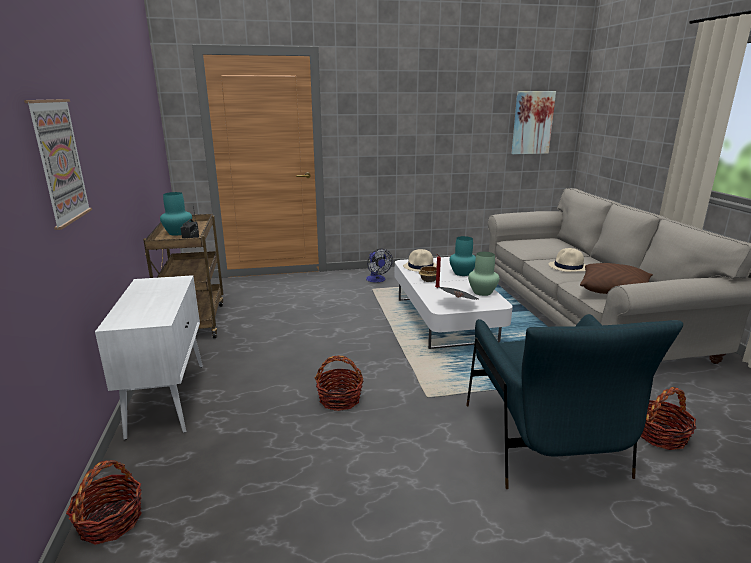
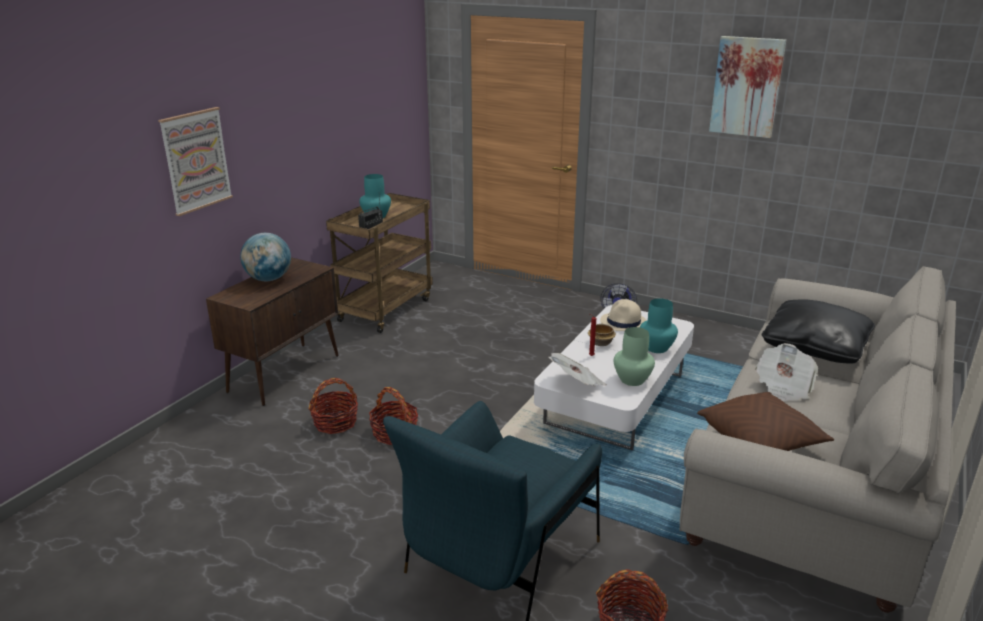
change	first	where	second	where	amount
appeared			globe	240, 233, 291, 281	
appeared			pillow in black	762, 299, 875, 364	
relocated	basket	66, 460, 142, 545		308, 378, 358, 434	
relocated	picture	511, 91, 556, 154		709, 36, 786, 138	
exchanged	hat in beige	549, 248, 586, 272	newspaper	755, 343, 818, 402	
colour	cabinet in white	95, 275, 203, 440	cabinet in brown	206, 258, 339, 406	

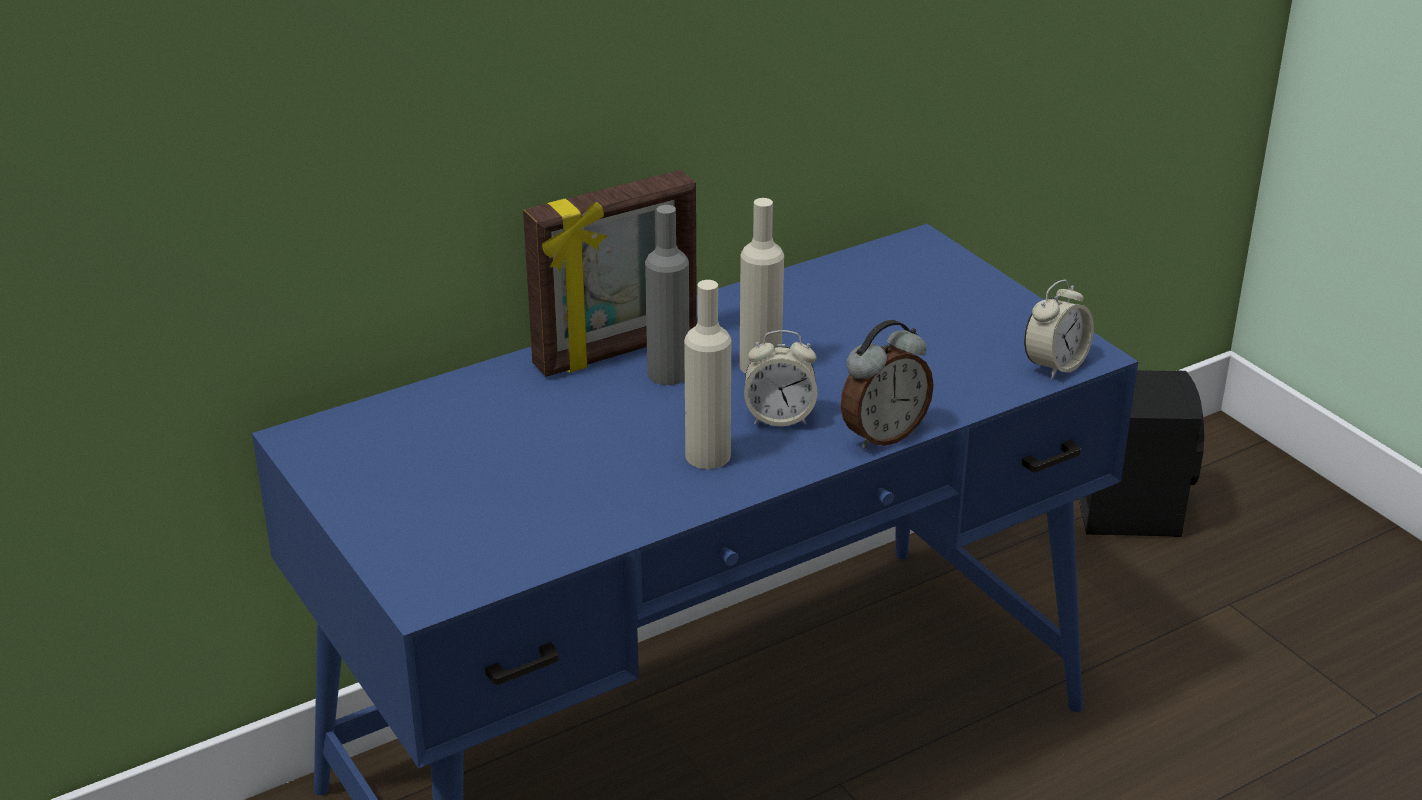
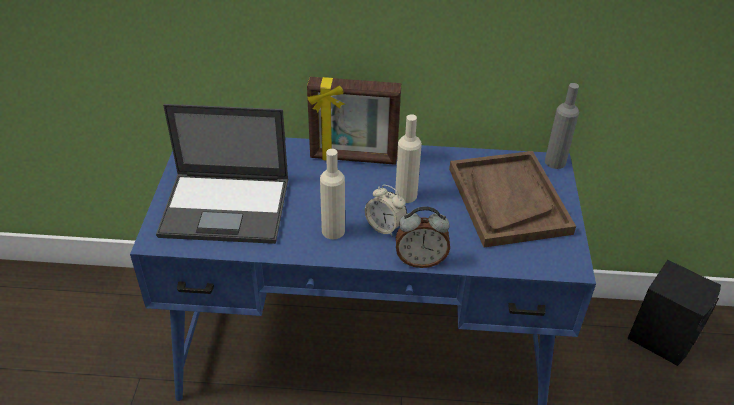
change	first	where	second	where	amount
missing	alarm clock	1024, 280, 1094, 379			
appeared			laptop	156, 104, 288, 244	
appeared			tray in brown	449, 151, 576, 247	
relocated	bottle in grey	645, 205, 689, 385		545, 83, 579, 169	

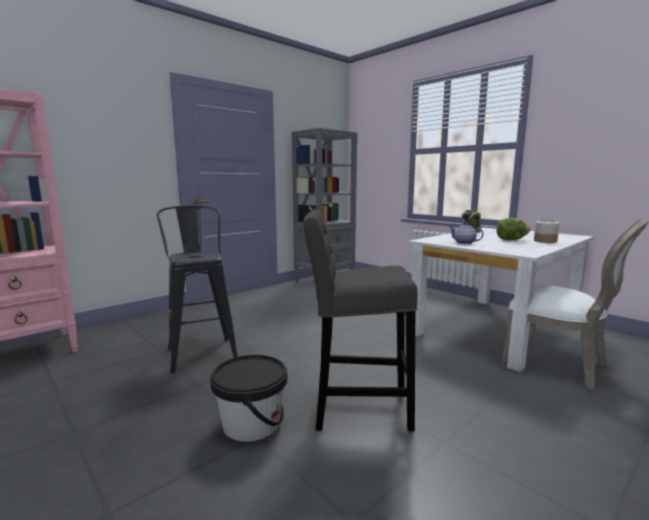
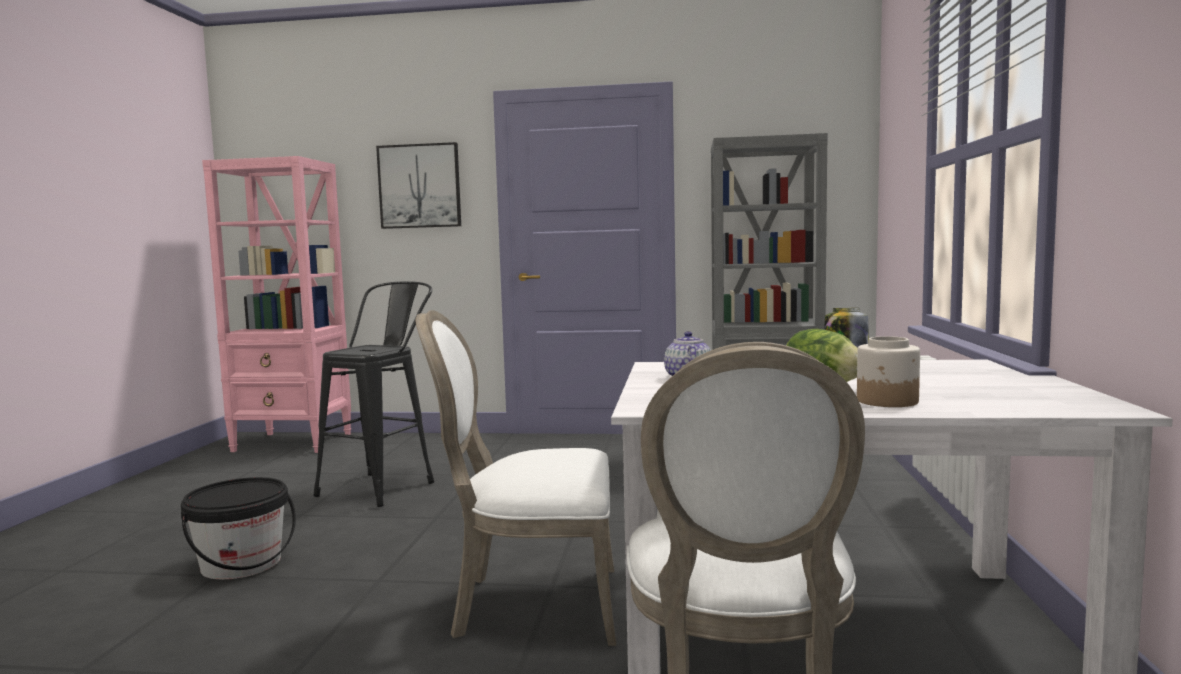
change	first	where	second	where	amount
missing	stool in grey	303, 210, 417, 431			
appeared			picture	376, 142, 461, 229	
appeared			chair in white	415, 310, 616, 646	

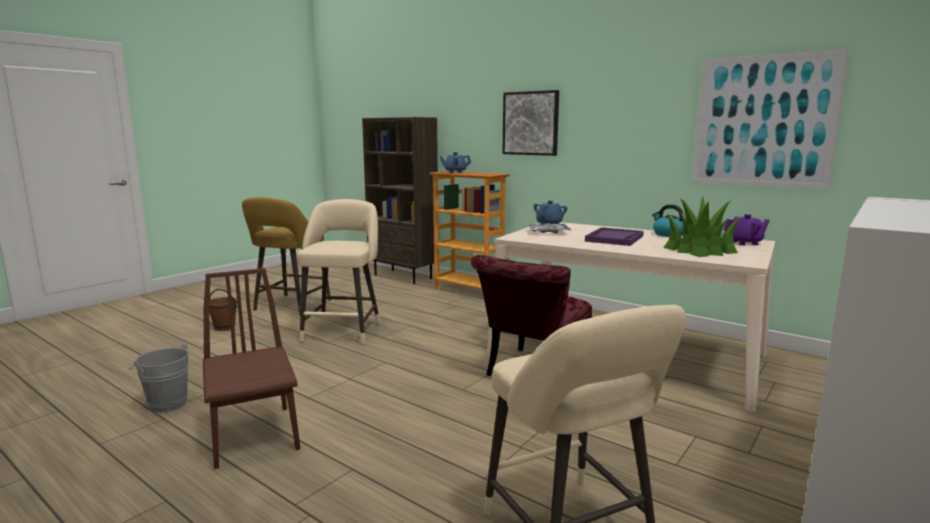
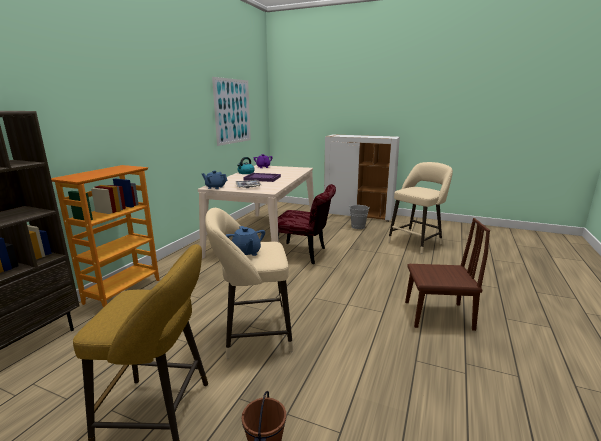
change	first	where	second	where	amount
missing	picture	502, 90, 559, 156			
missing	potted plant	663, 196, 742, 257			
relocated	bucket in grey	130, 343, 189, 413		349, 205, 370, 229	
relocated	teapot in blue	439, 152, 471, 173		226, 226, 265, 256	
spun	chair in brown	203, 268, 300, 469		405, 218, 490, 331	135 degrees counterclockwise

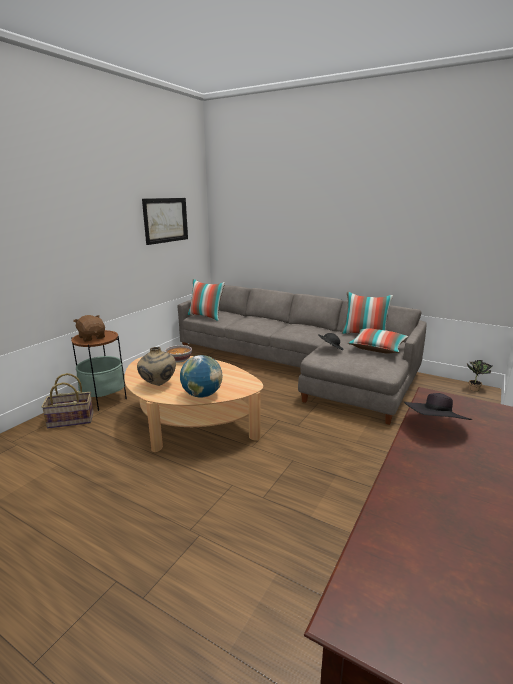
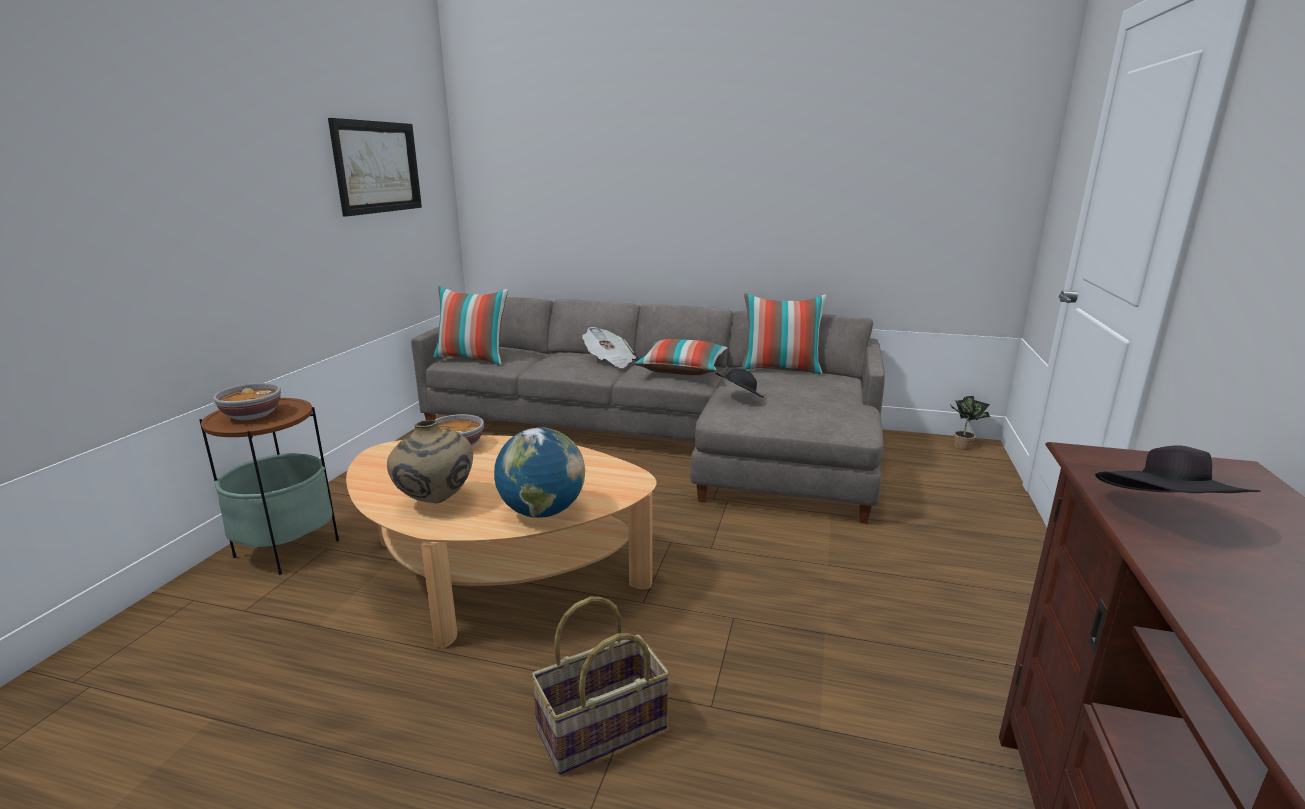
change	first	where	second	where	amount
appeared			newspaper	582, 327, 636, 368	
relocated	basket	41, 373, 94, 429		530, 597, 670, 775	
relocated	pillow	348, 329, 408, 353		634, 339, 728, 375	
exchanged	plush toy in brown	73, 315, 105, 342	bowl	213, 383, 281, 420	

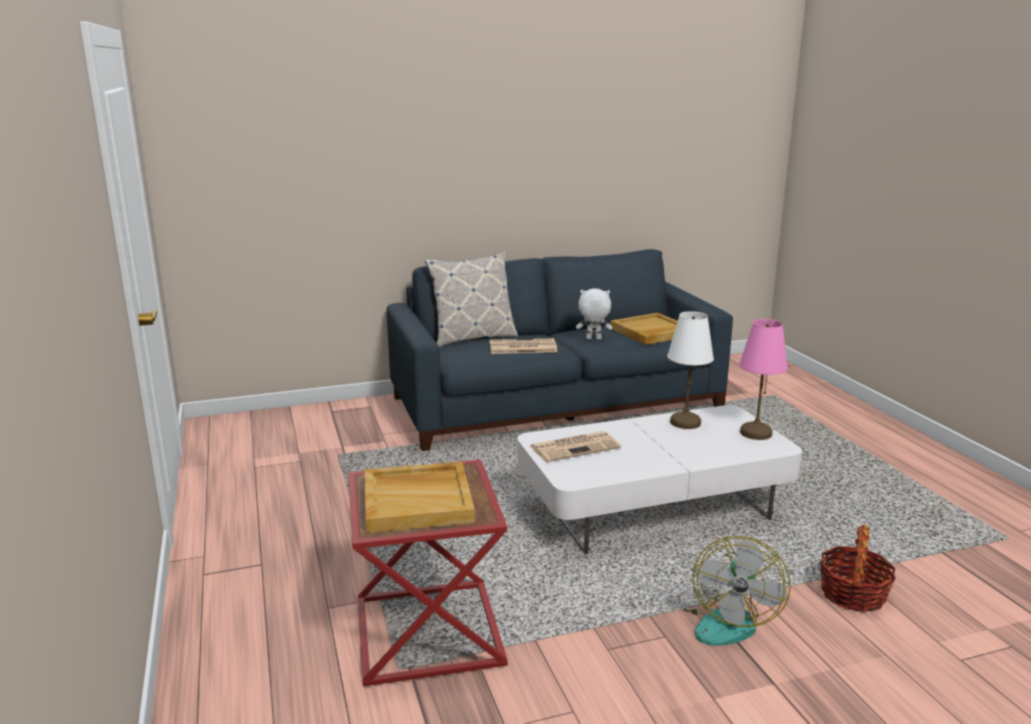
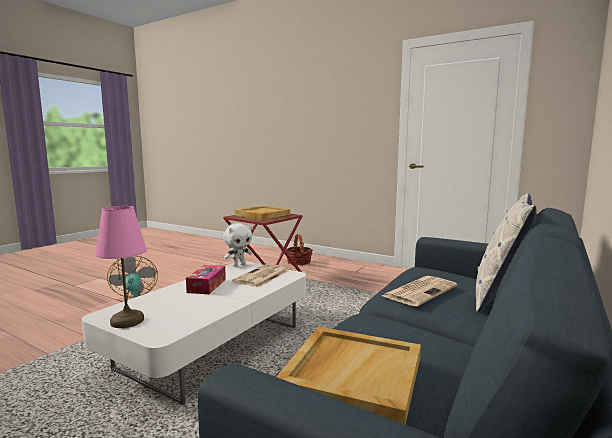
change	first	where	second	where	amount
missing	table lamp in white	667, 311, 714, 429			
appeared			tissue box	186, 265, 226, 294	
relocated	plush toy in white	576, 289, 612, 340		223, 223, 252, 266	
relocated	basket	820, 525, 896, 612		286, 234, 313, 265	

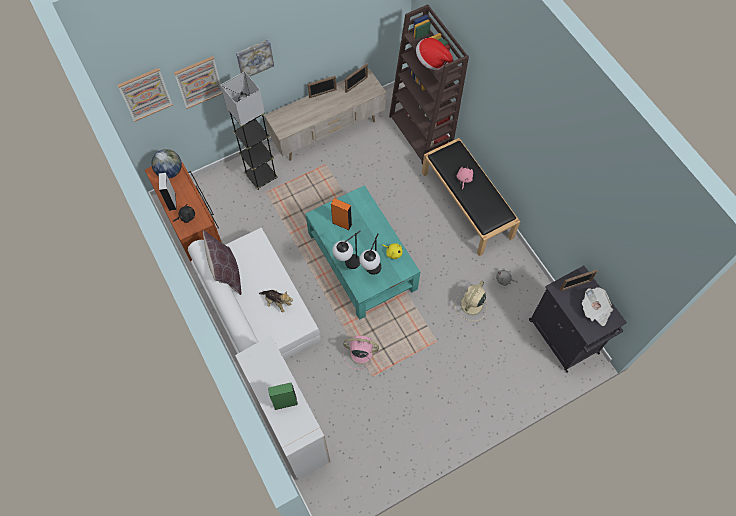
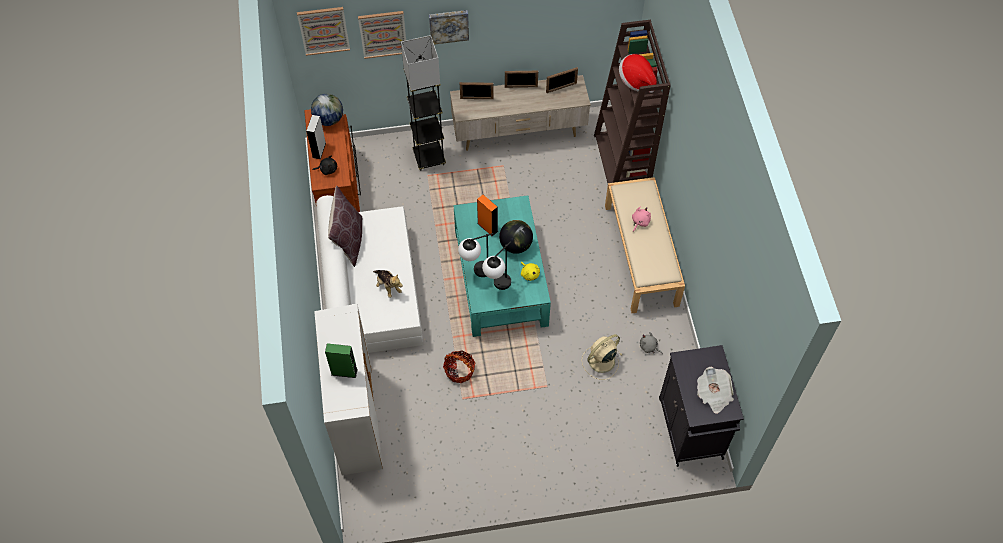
change	first	where	second	where	amount
appeared			globe	499, 220, 533, 254	
relocated	picture frame	560, 270, 598, 291		460, 82, 494, 99	
exchanged	fan in pink	344, 335, 379, 369	basket	443, 350, 475, 383	
colour	bench in black	422, 138, 520, 256	bench in beige	605, 177, 685, 313	

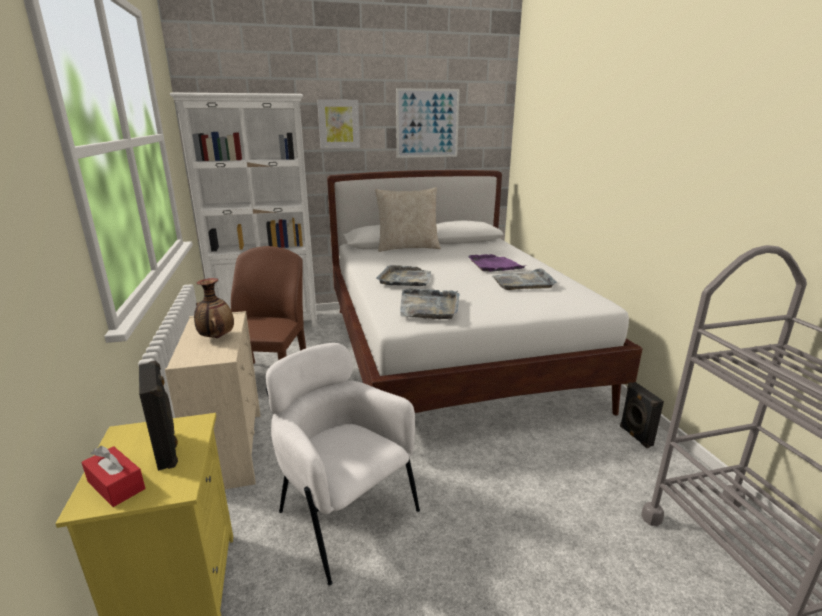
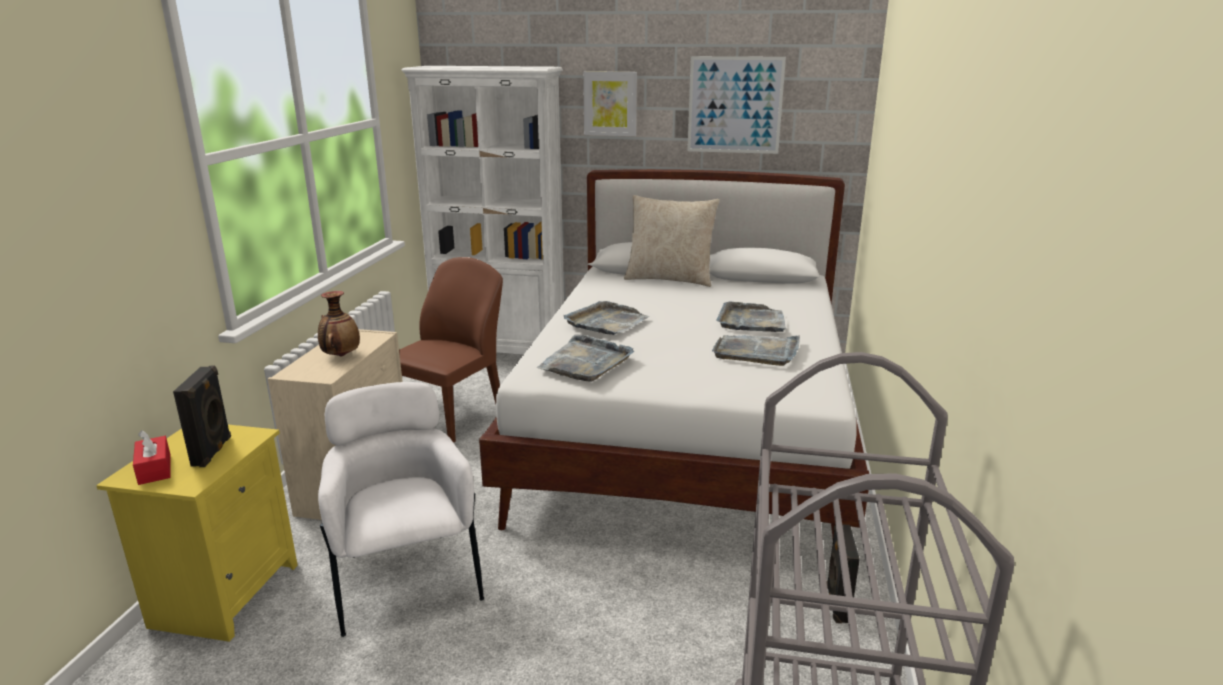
change	first	where	second	where	amount
colour	tray in purple	468, 254, 525, 272	tray in grey	716, 302, 786, 332	

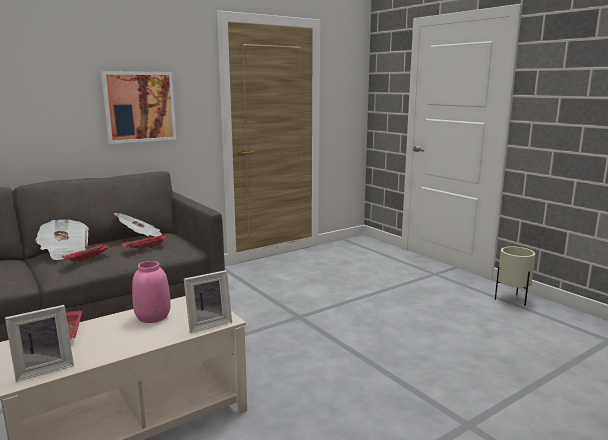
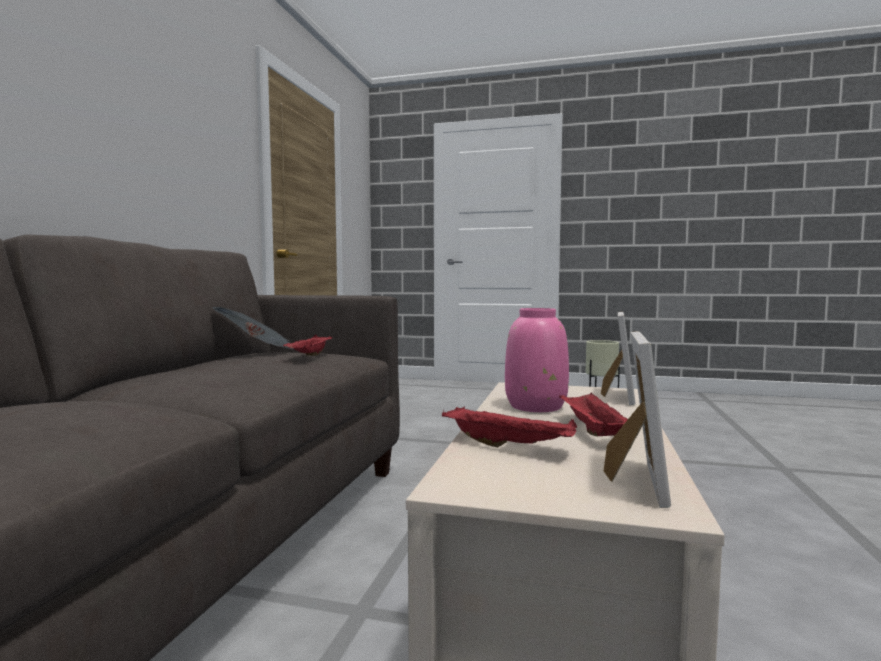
change	first	where	second	where	amount
missing	newspaper	35, 219, 89, 260			
missing	picture	101, 71, 176, 144			
relocated	tray in red	62, 243, 113, 263		559, 392, 628, 436	

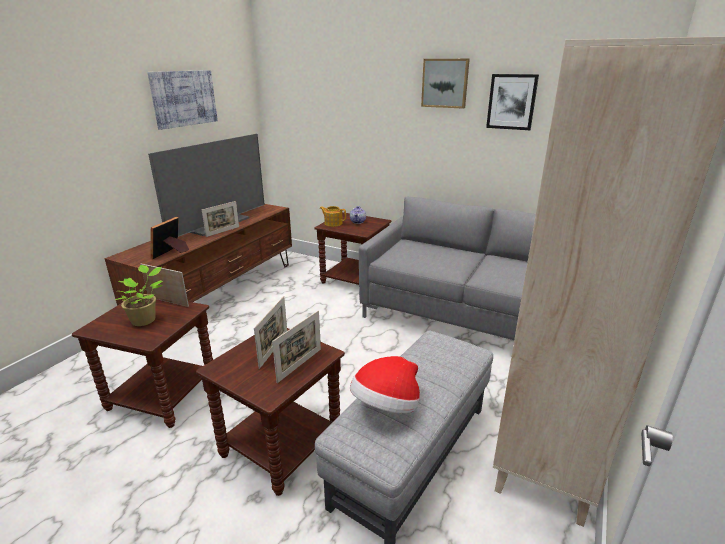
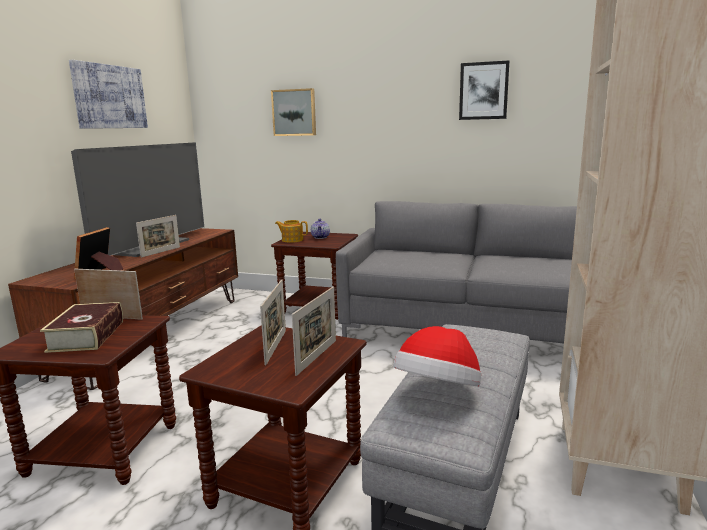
change	first	where	second	where	amount
relocated	picture	421, 59, 470, 109		271, 88, 316, 136	
exchanged	potted plant	115, 265, 163, 326	book	40, 302, 123, 353	

